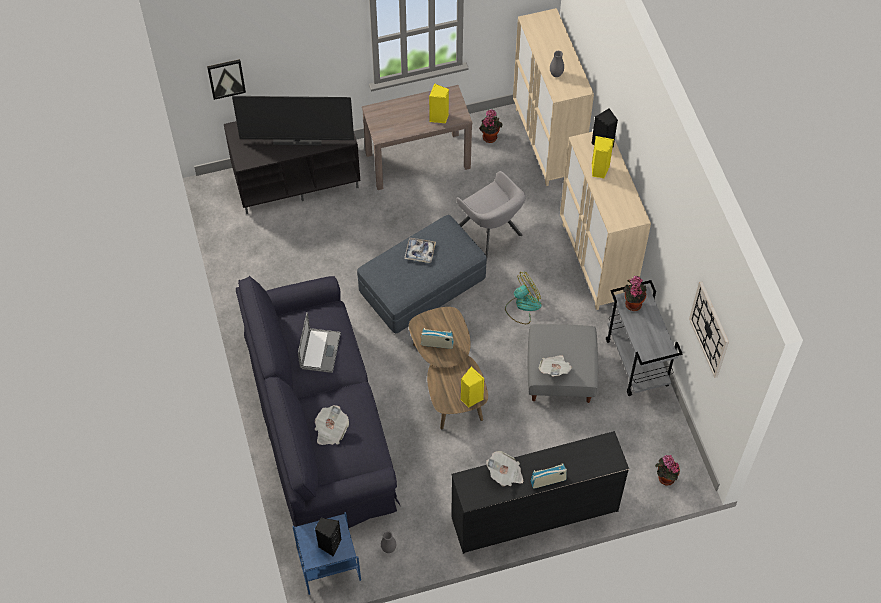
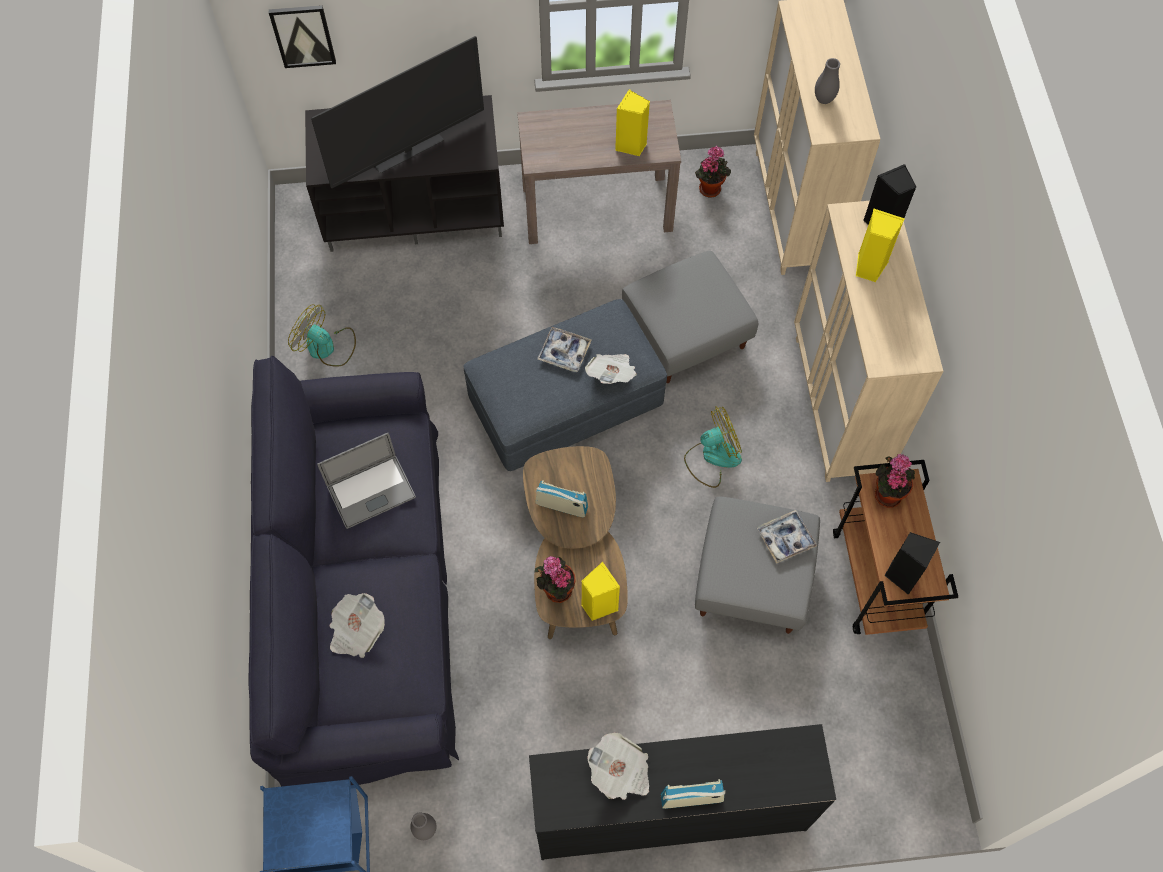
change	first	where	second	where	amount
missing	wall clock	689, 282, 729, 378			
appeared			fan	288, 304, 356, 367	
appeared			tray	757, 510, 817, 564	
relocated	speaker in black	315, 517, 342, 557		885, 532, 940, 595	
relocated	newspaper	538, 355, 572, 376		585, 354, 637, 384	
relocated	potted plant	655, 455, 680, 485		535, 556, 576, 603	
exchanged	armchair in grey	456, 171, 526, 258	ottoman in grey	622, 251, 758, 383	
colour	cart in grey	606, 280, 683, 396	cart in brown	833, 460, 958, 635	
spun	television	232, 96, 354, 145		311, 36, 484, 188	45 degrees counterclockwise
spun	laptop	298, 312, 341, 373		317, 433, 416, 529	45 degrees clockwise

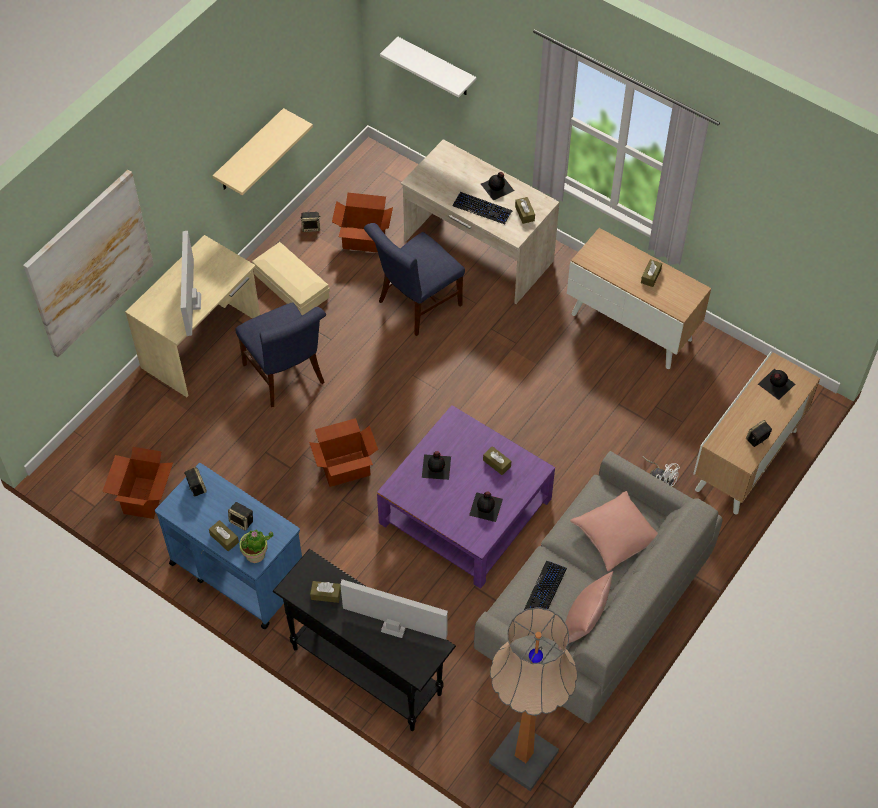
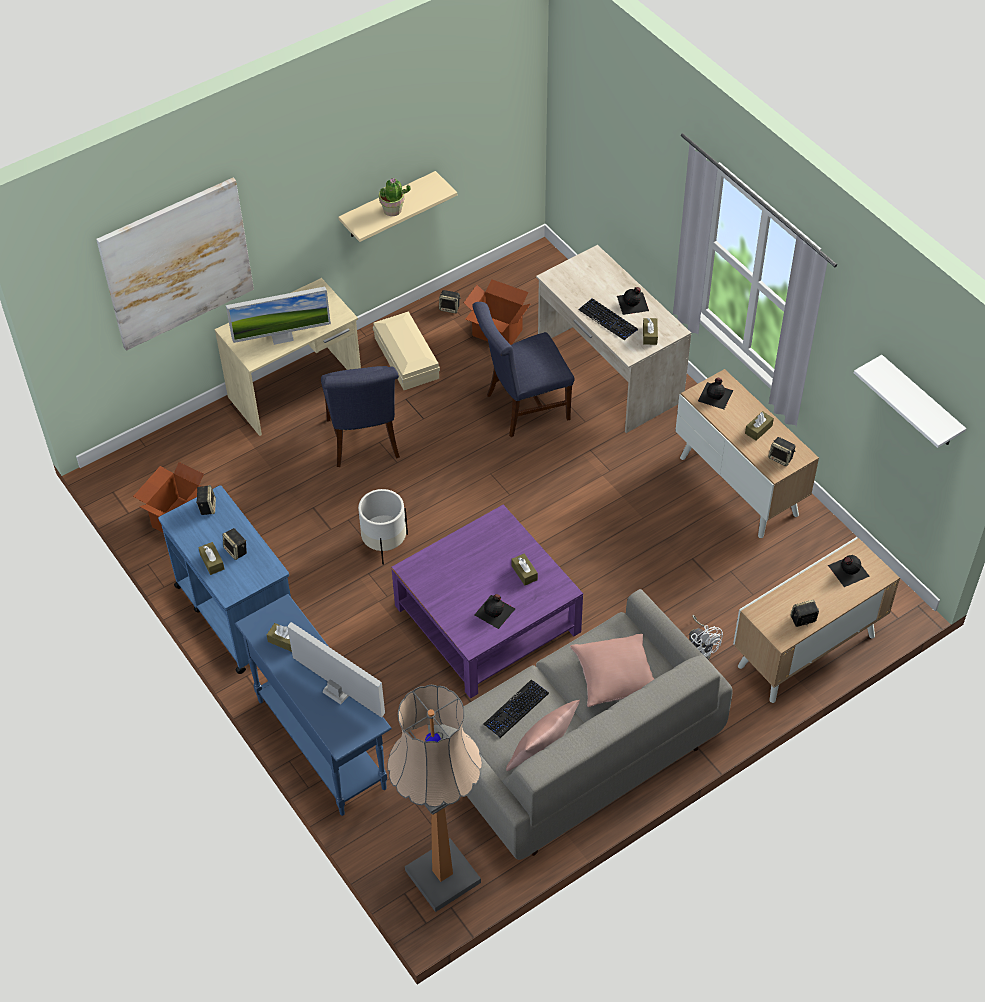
change	first	where	second	where	amount
appeared			speaker	768, 437, 796, 466	
relocated	potted plant	239, 530, 273, 563		379, 178, 411, 216	
relocated	shelf in white	380, 37, 476, 97		854, 355, 966, 448	
relocated	bottle in black	422, 451, 451, 480		698, 378, 733, 409	
exchanged	cardboard box	309, 418, 378, 487	planter in white	358, 489, 408, 565	
colour	console table in black	273, 549, 456, 731	console table in blue	235, 594, 392, 816	
spun	monitor	181, 231, 201, 336		226, 287, 331, 345	120 degrees counterclockwise

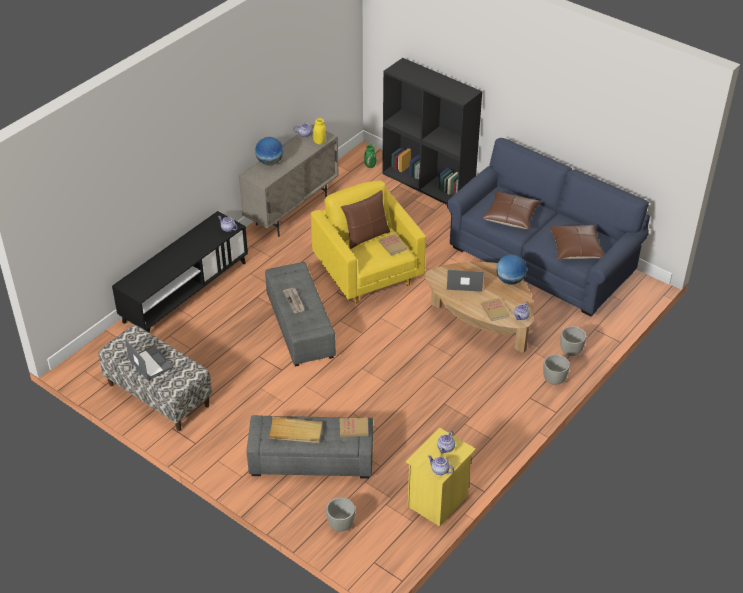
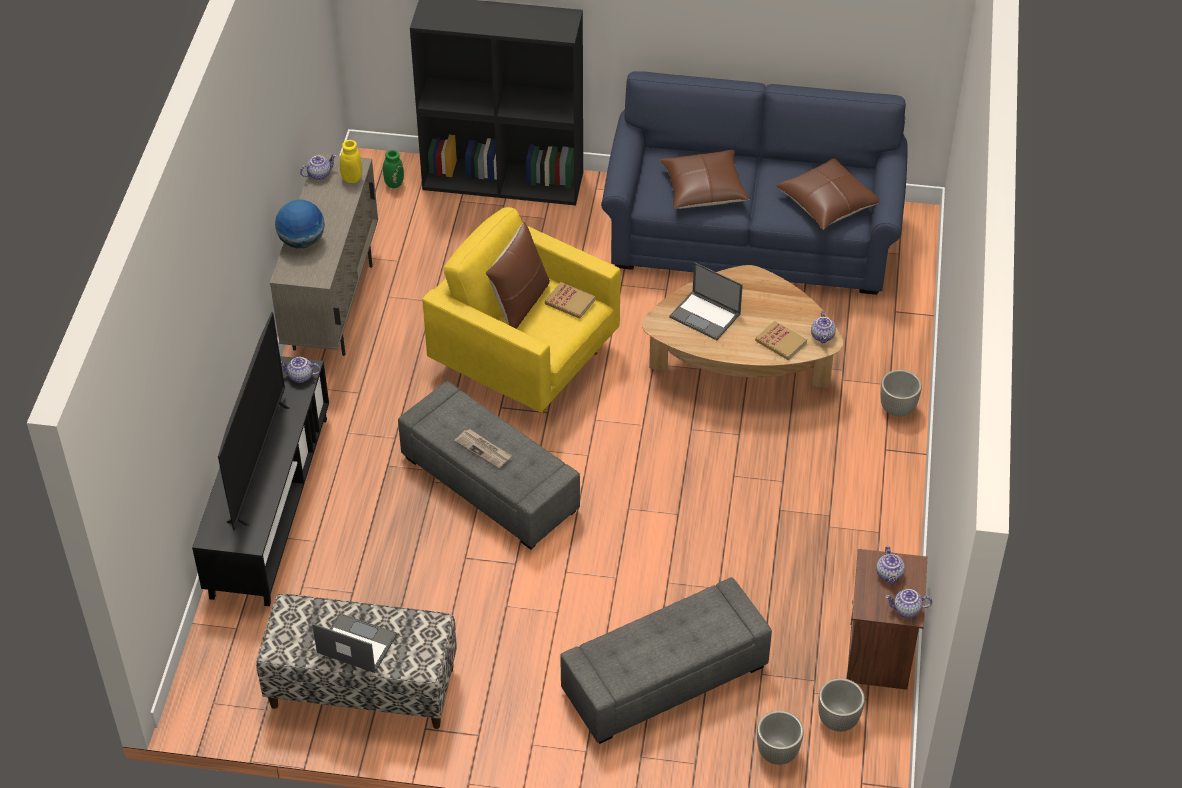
change	first	where	second	where	amount
missing	tray in beige	268, 416, 322, 443			
missing	book	340, 418, 369, 437			
missing	globe	496, 254, 527, 285			
appeared			television	218, 312, 290, 531	
relocated	planter in grey	560, 326, 586, 356		818, 678, 865, 732	
colour	nightstand in yellow	406, 428, 476, 527	nightstand in brown	846, 549, 927, 690	
spun	laptop	447, 270, 484, 292		669, 262, 743, 340	120 degrees counterclockwise

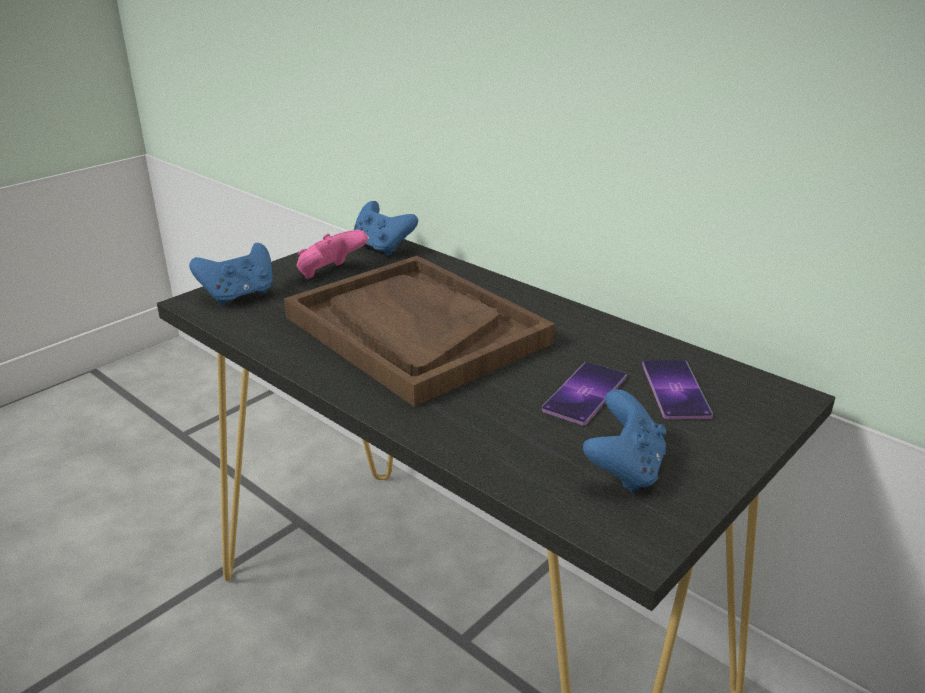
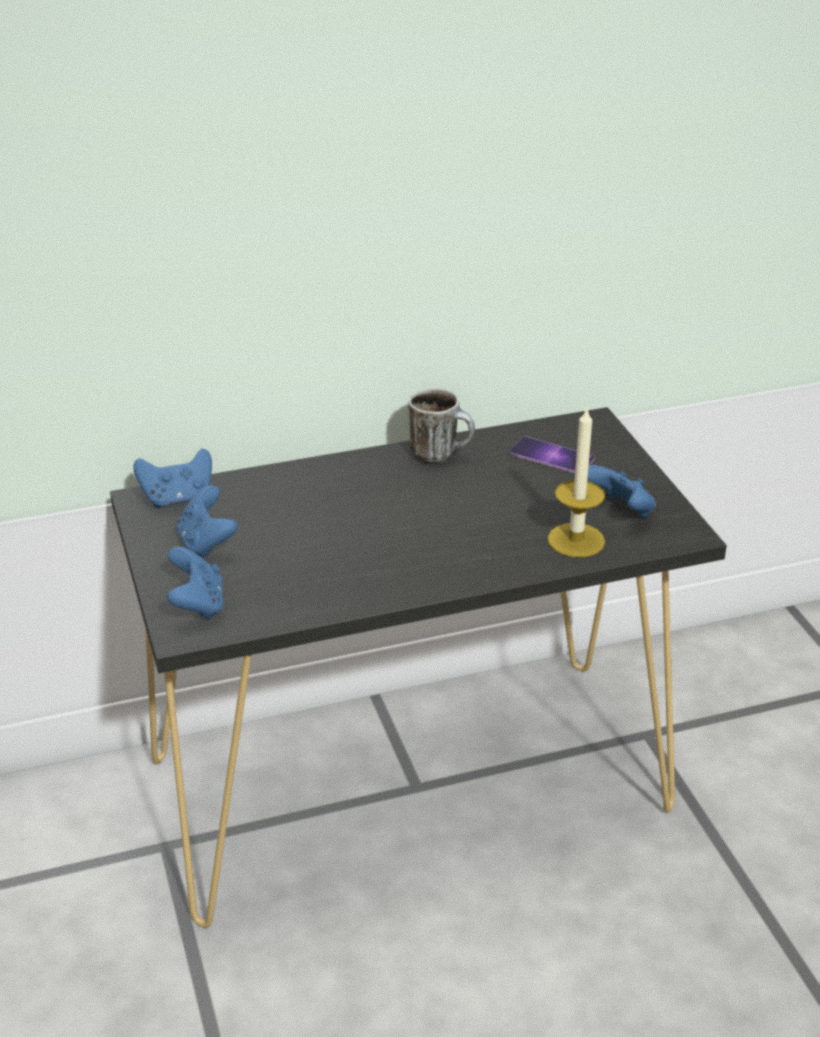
change	first	where	second	where	amount
missing	tray in brown	284, 256, 555, 407			
missing	phone	542, 362, 627, 426			
appeared			mug	408, 388, 475, 463	
appeared			candle	547, 407, 605, 557	
colour	game controller in pink	297, 230, 368, 279	game controller in blue	177, 485, 238, 559	

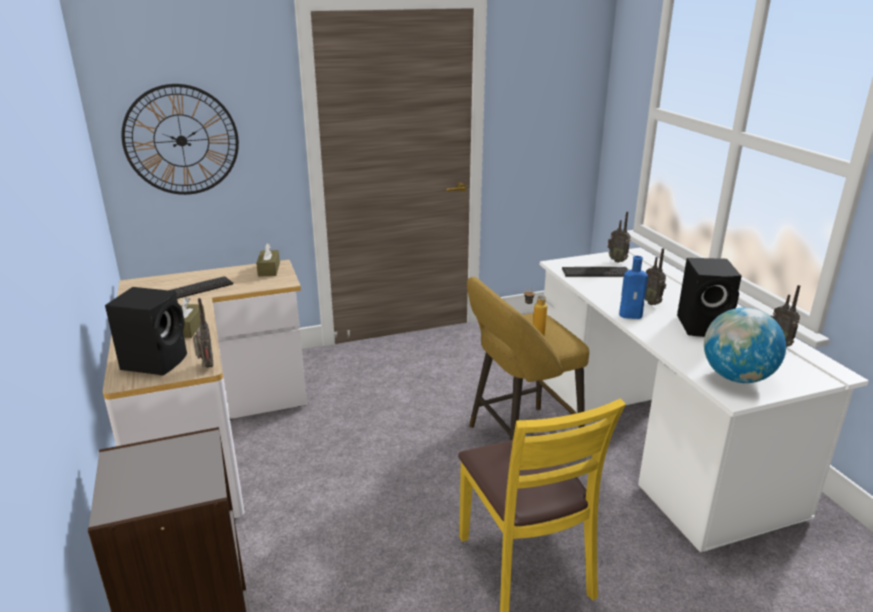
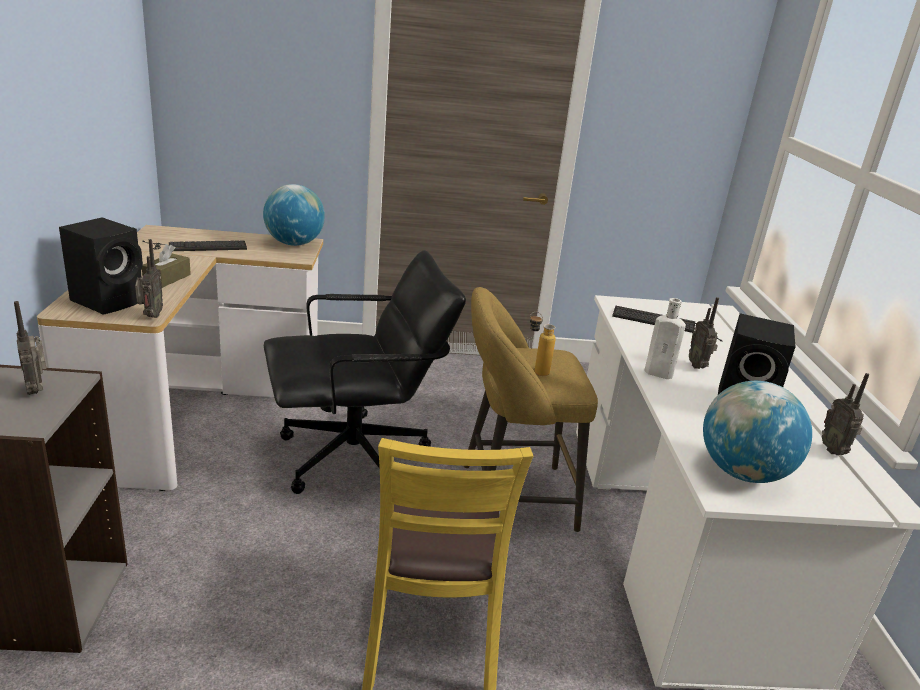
change	first	where	second	where	amount
missing	wall clock	121, 84, 239, 195			
appeared			office chair in black	264, 250, 466, 494	
relocated	radio	608, 211, 630, 263		14, 301, 46, 395	
exchanged	tissue box in brown	256, 243, 280, 277	globe	263, 184, 325, 246	
colour	bottle in blue	619, 256, 648, 319	bottle in white	644, 298, 686, 379	

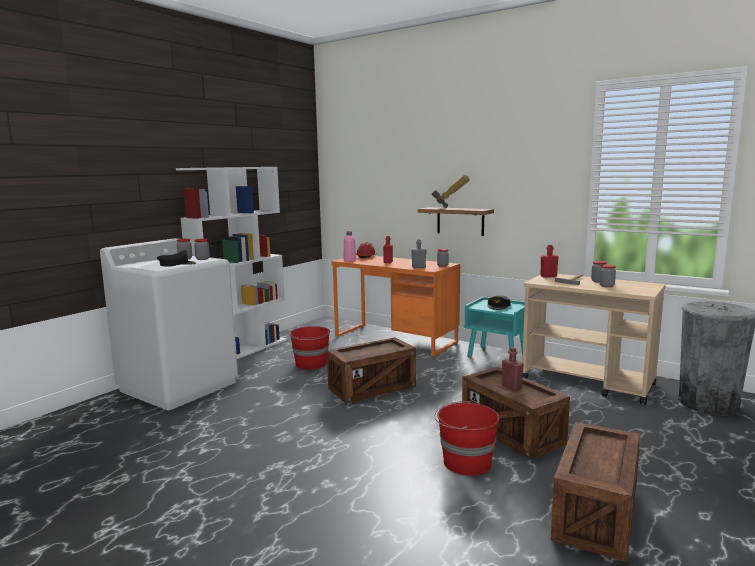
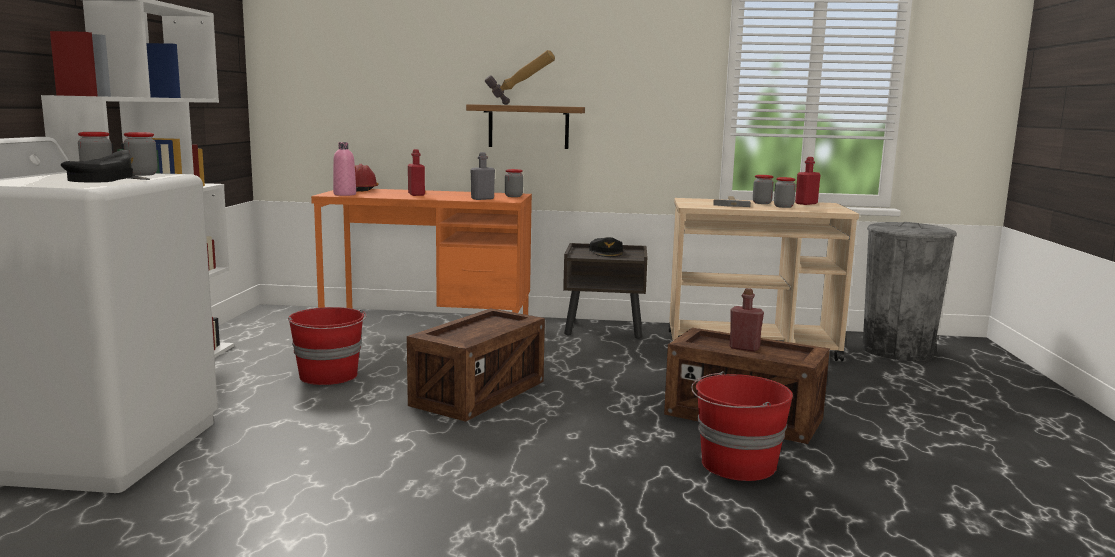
change	first	where	second	where	amount
missing	crate	551, 422, 640, 562			
relocated	bottle in red	540, 245, 559, 278		795, 157, 821, 205	
colour	nightstand in turquoise	465, 297, 525, 357	nightstand in brown	563, 243, 647, 339	

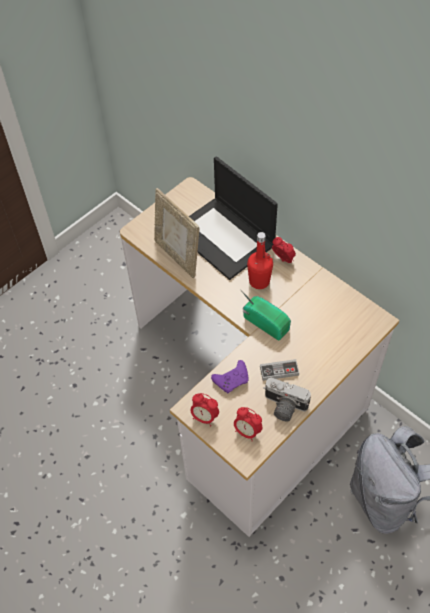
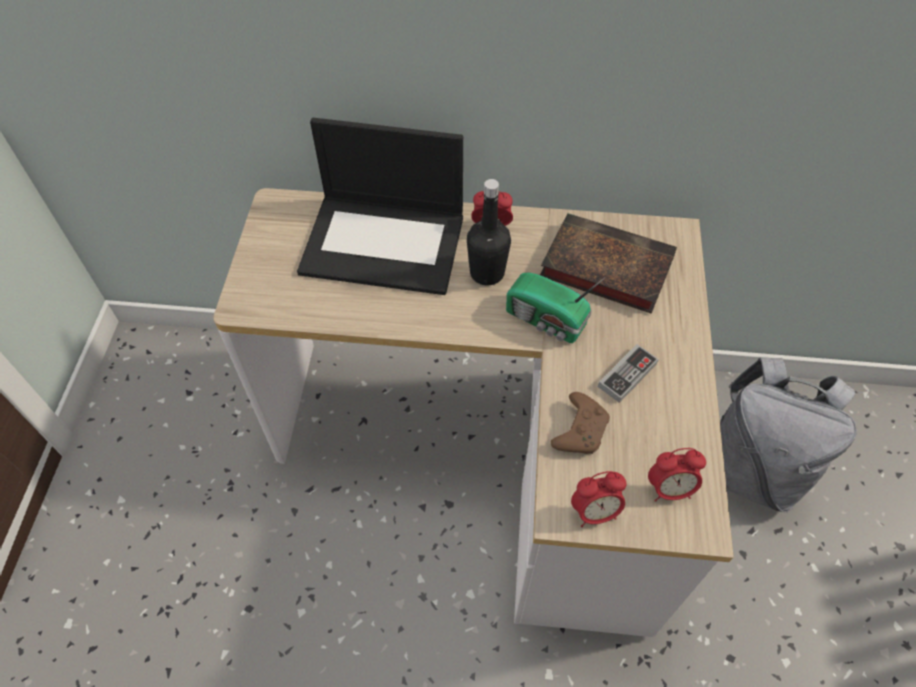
change	first	where	second	where	amount
missing	picture frame	154, 188, 199, 278			
missing	photo camera	263, 378, 311, 422			
appeared			book	540, 213, 677, 314	
colour	game controller in purple	211, 360, 248, 393	game controller in brown	551, 392, 610, 454	
colour	bottle in red	247, 232, 273, 289	bottle in black	467, 179, 511, 285	
spun	radio	240, 289, 291, 341		506, 272, 606, 343	150 degrees counterclockwise

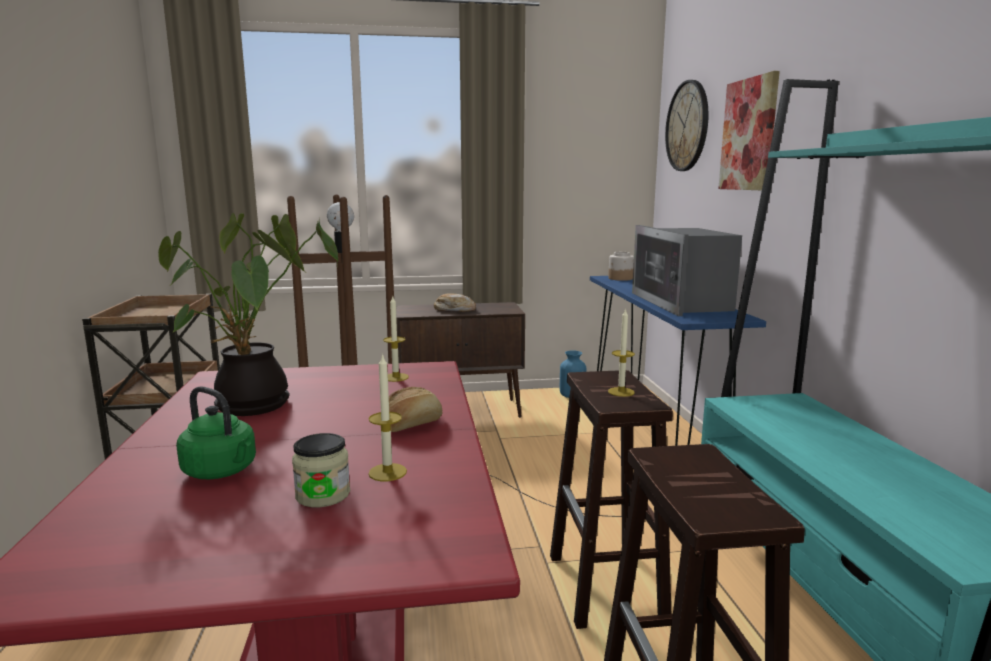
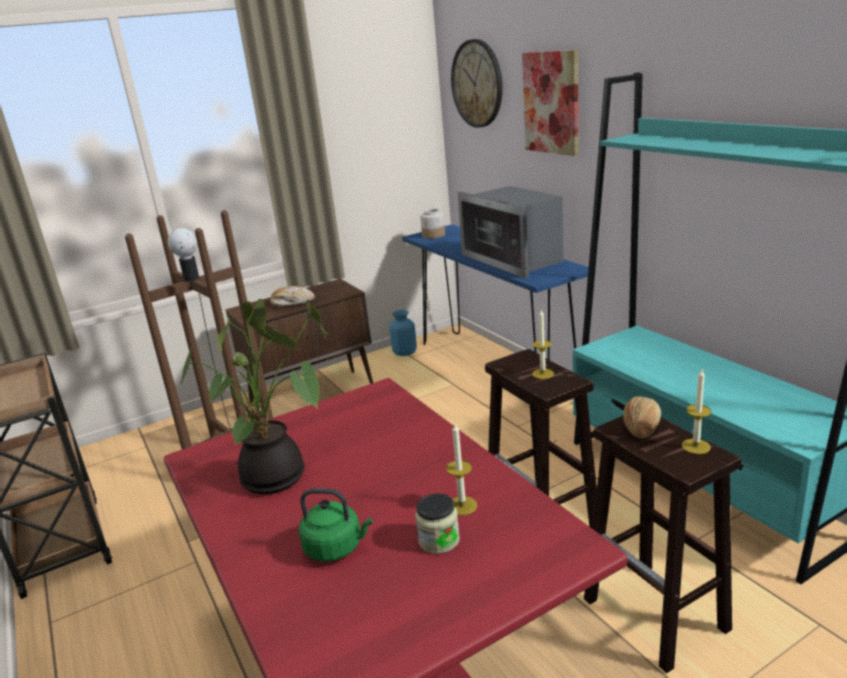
change	first	where	second	where	amount
relocated	candle	383, 295, 409, 382		682, 369, 711, 454	
relocated	bread	389, 387, 442, 432		623, 396, 661, 439	

